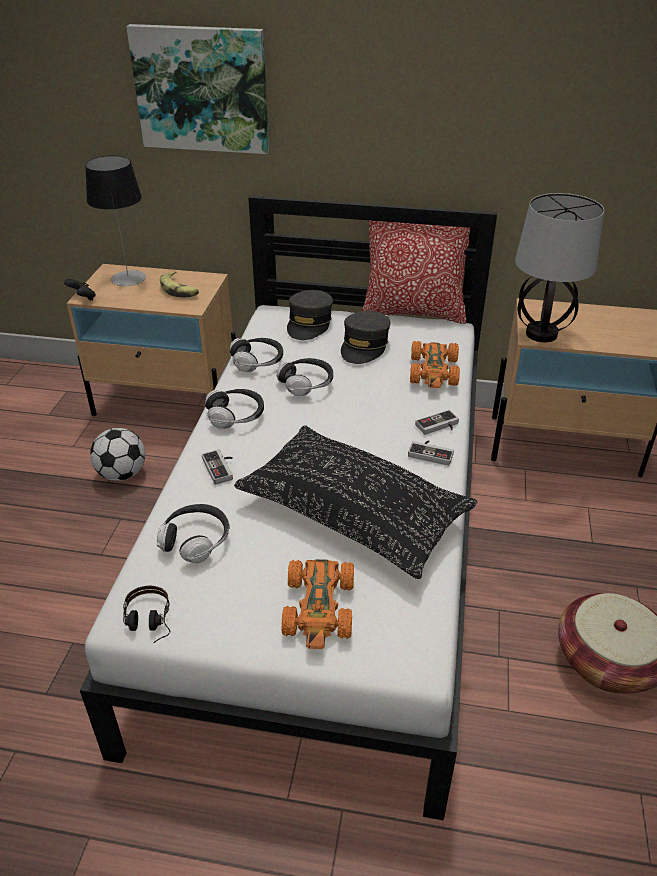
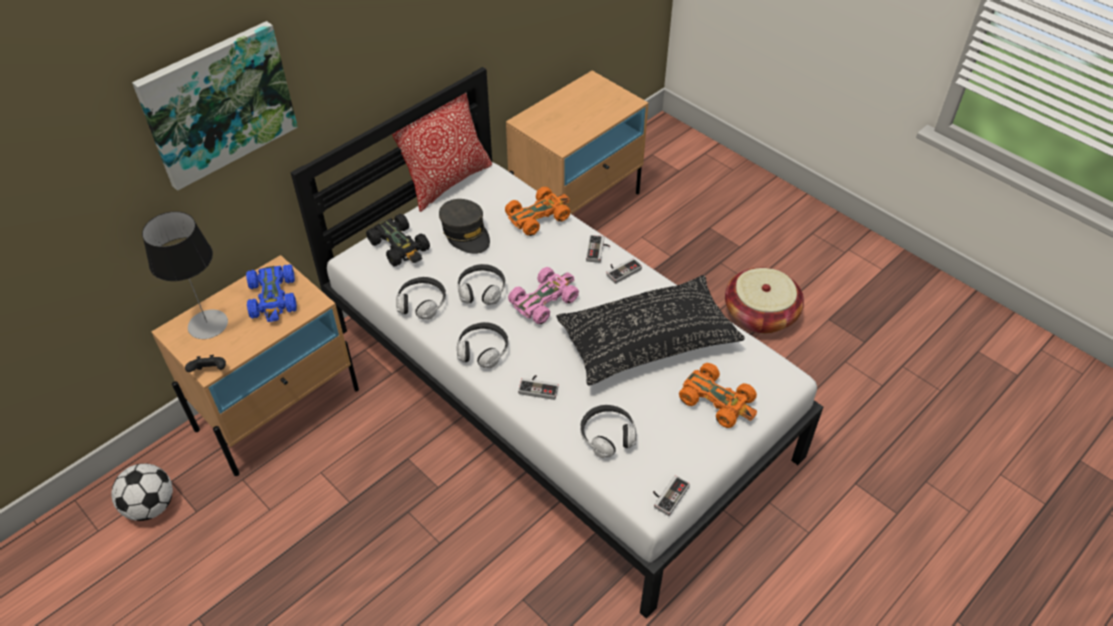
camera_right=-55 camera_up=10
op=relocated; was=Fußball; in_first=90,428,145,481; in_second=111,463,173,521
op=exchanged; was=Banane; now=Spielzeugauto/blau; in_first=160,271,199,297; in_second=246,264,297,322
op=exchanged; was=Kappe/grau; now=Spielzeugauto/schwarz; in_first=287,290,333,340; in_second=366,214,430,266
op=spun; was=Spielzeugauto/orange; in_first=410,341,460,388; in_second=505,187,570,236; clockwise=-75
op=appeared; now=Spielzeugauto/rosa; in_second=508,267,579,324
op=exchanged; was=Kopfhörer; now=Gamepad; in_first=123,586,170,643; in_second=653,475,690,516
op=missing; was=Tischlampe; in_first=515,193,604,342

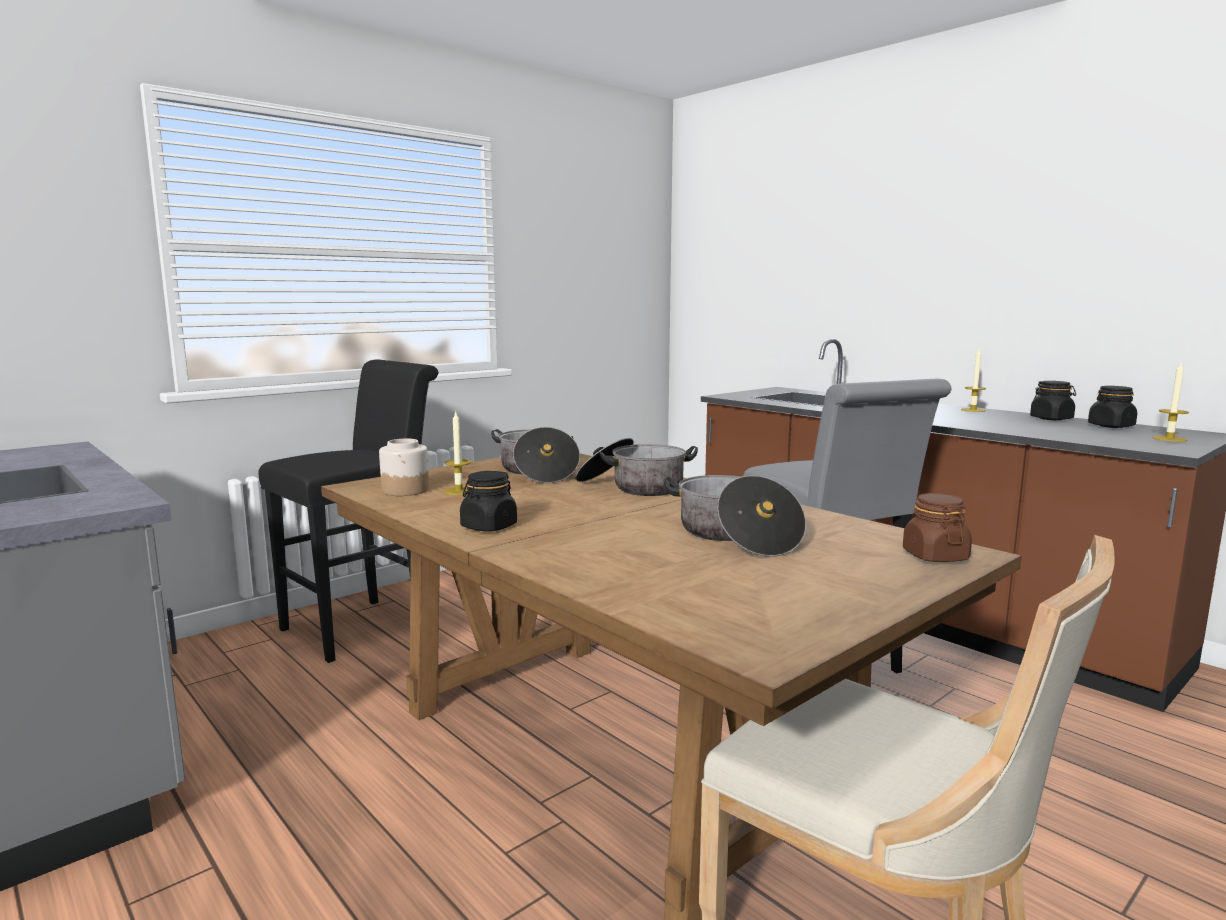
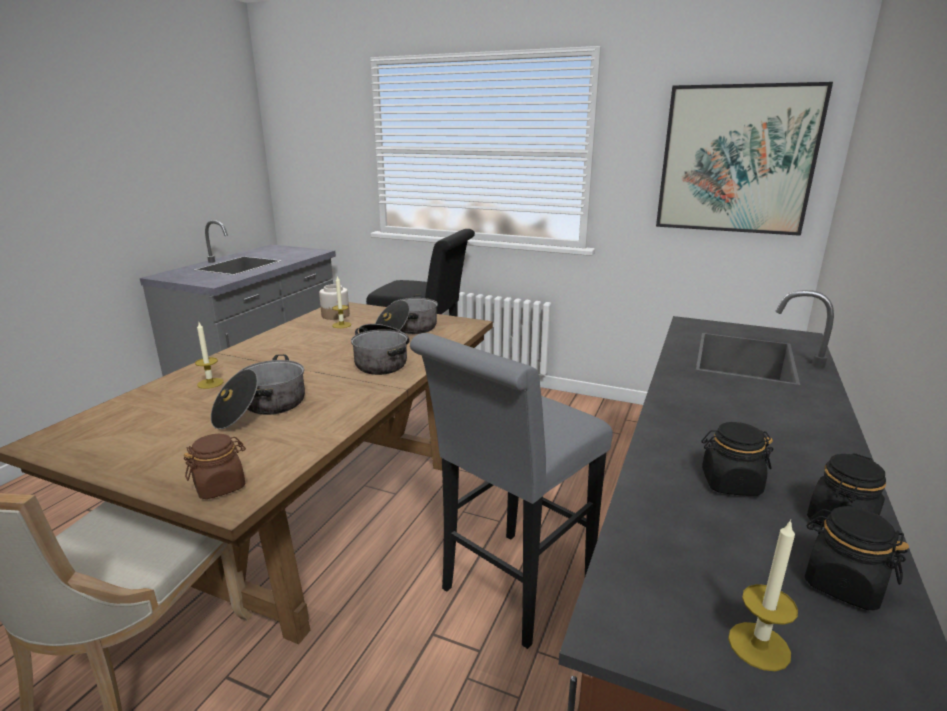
camera_right=65 camera_up=10
op=relocated; was=Kerze; in_first=961,349,986,412; in_second=195,322,223,389
op=appeared; now=Bild; in_second=656,82,833,236
op=relocated; was=Vorratsglas/schwarz; in_first=460,471,517,532; in_second=701,422,774,496

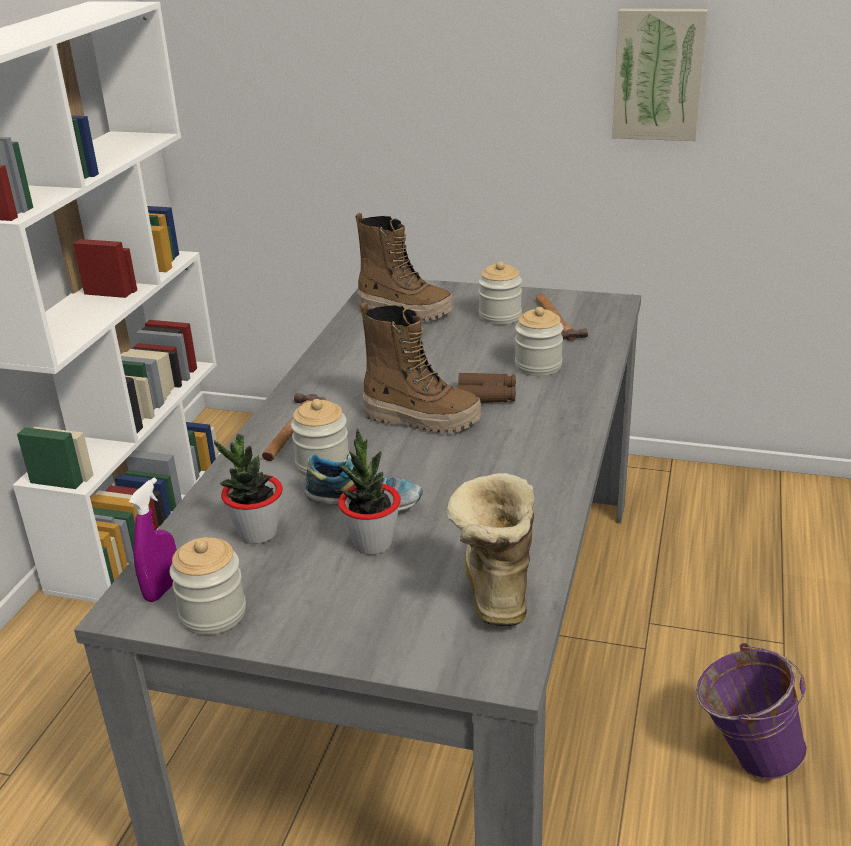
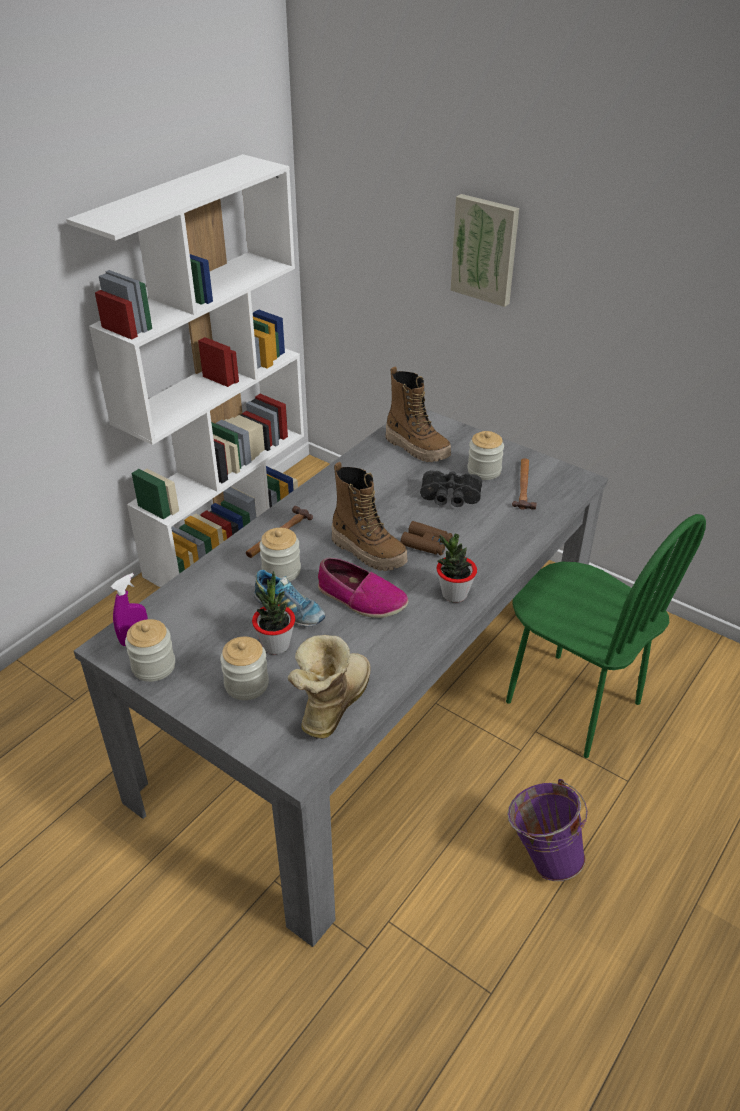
camera_right=20 camera_up=10
op=relocated; was=Vorratsglas; in_first=515,307,563,376; in_second=220,637,269,700
op=appeared; now=Schuh; in_second=318,558,409,618
op=appeared; now=Fernglas/schwarz; in_second=420,471,482,507
op=relocated; was=Topfpflanze; in_first=214,434,283,544; in_second=436,533,477,602
op=relocated; was=Bild; in_first=612,9,708,141; in_second=451,194,519,307
op=appeared; now=Stuhl/grün; in_second=506,514,706,758

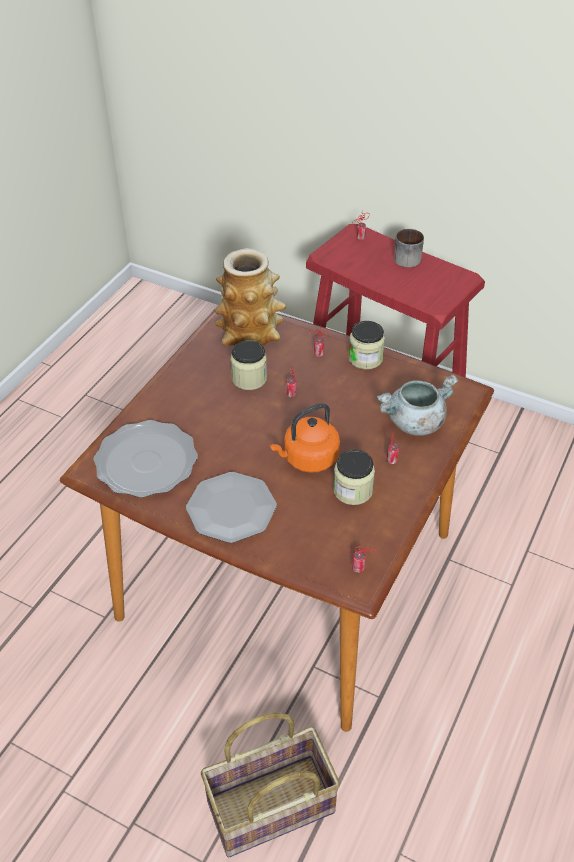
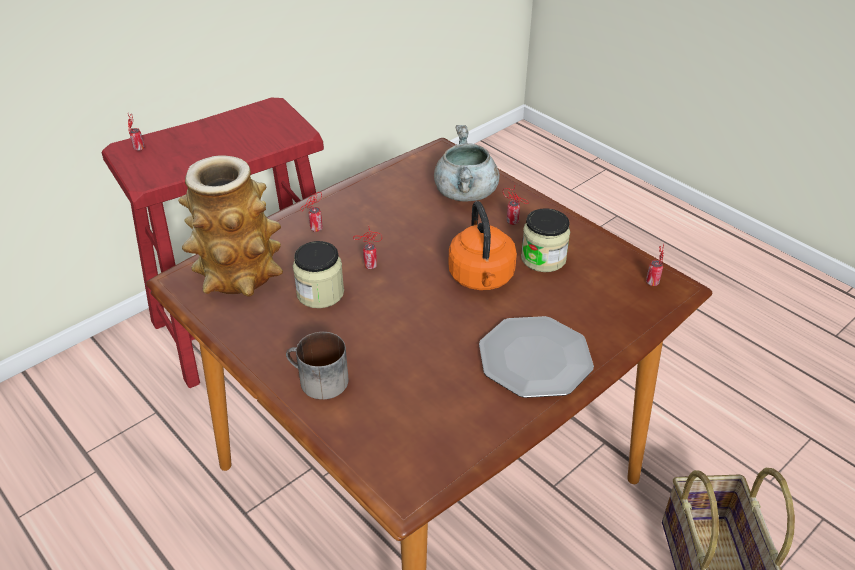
camera_right=-70 camera_up=-5
op=relocated; was=Henkelbecher; in_first=394,229,424,267; in_second=286,332,348,400
op=missing; was=Teller; in_first=93,420,198,498
op=missing; was=Vorratsglas; in_first=348,321,385,369

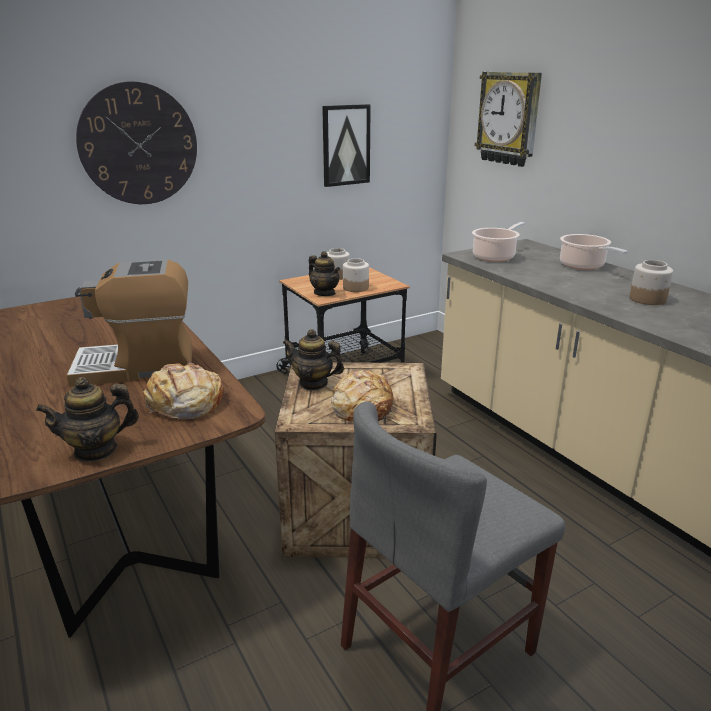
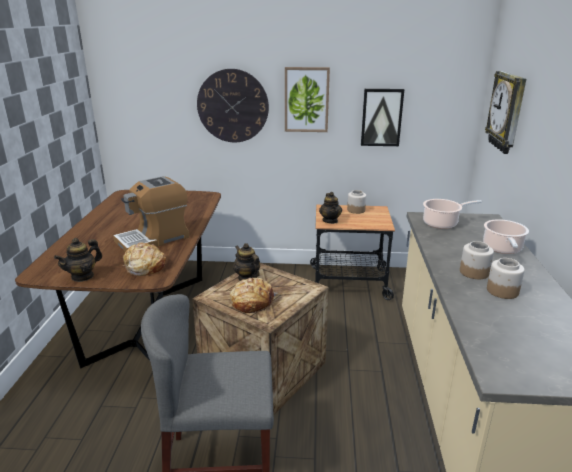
camera_right=35 camera_up=0
op=spun; was=Teekanne; in_first=36,377,139,462; in_second=54,238,102,282; clockwise=-60
op=spun; was=Kaffeemaschine; in_first=66,260,192,387; in_second=113,176,189,252; clockwise=-60
op=appeared; now=Bild; in_second=285,67,330,132
op=relocated; was=Vorratsglas; in_first=343,258,369,292; in_second=460,241,494,279

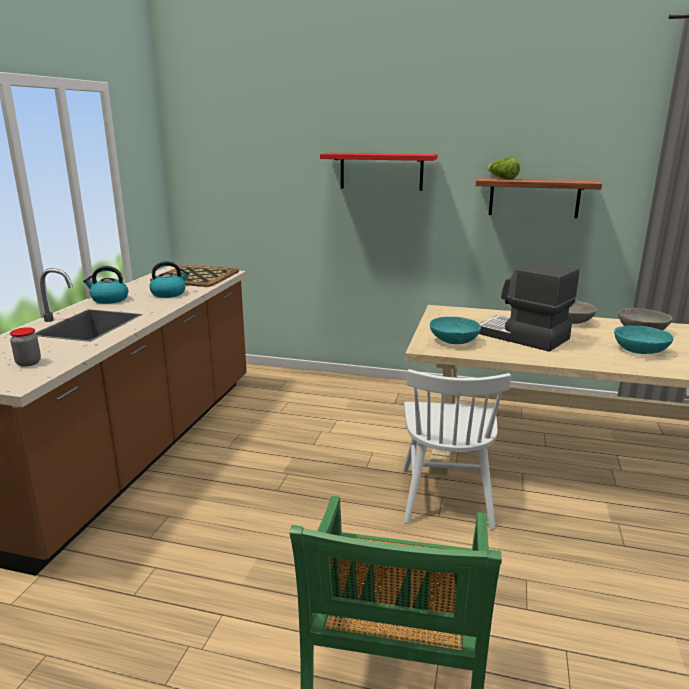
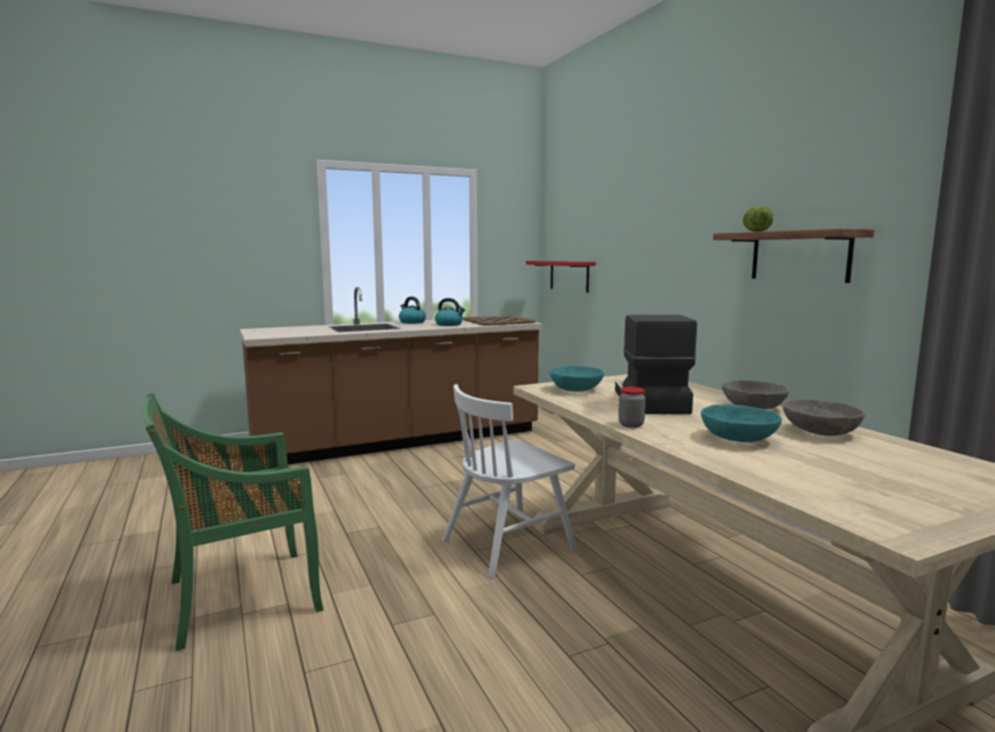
camera_right=50 camera_up=-10
op=relocated; was=Wandregal/rot; in_first=320,153,438,191; in_second=526,261,596,293
op=relocated; was=Vorratsglas; in_first=10,327,41,366; in_second=618,387,646,428

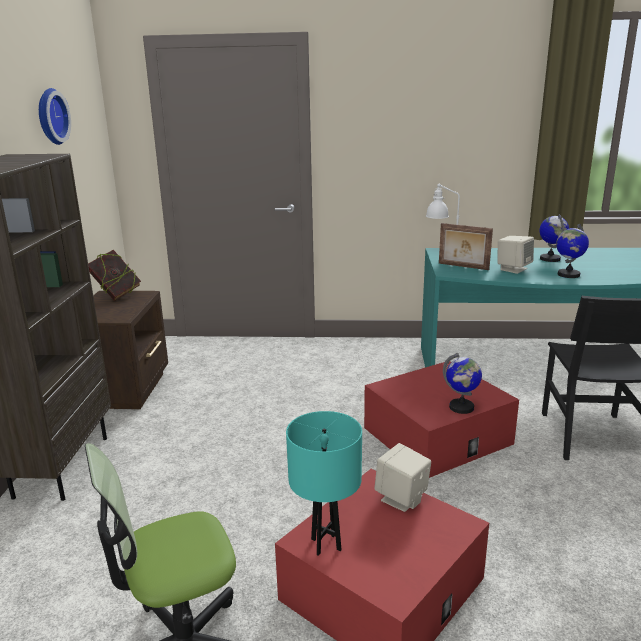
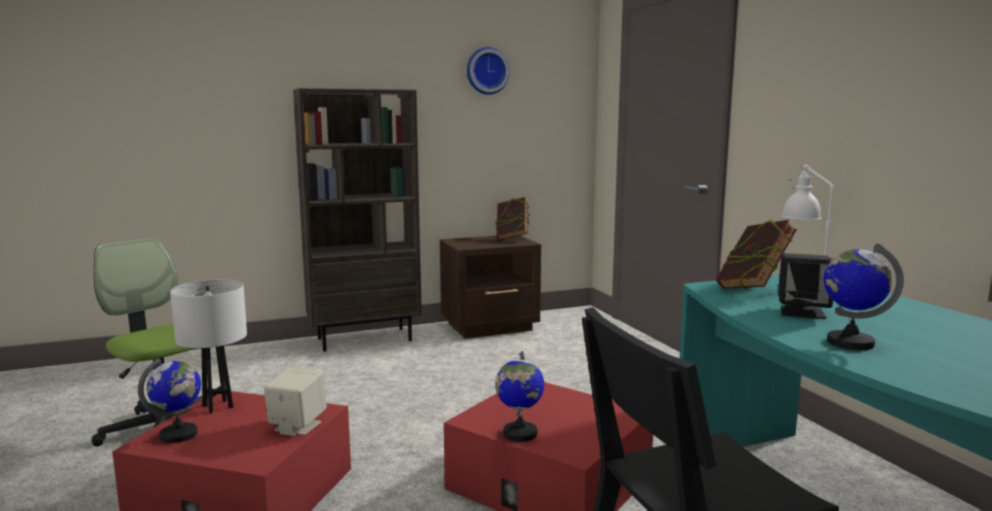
camera_right=65 camera_up=-10
op=relocated; was=Globus; in_first=539,214,569,262; in_second=138,358,201,443
op=colour; was=Tischlampe/türkis; now=Tischlampe/weiß; in_first=286,411,362,556; in_second=170,280,247,414
op=exchanged; was=Bilderrahmen; now=Buch; in_first=439,223,493,270; in_second=715,219,797,290
op=colour; was=Lautsprecher/beige; now=Lautsprecher/schwarz; in_first=497,236,534,274; in_second=778,253,833,319

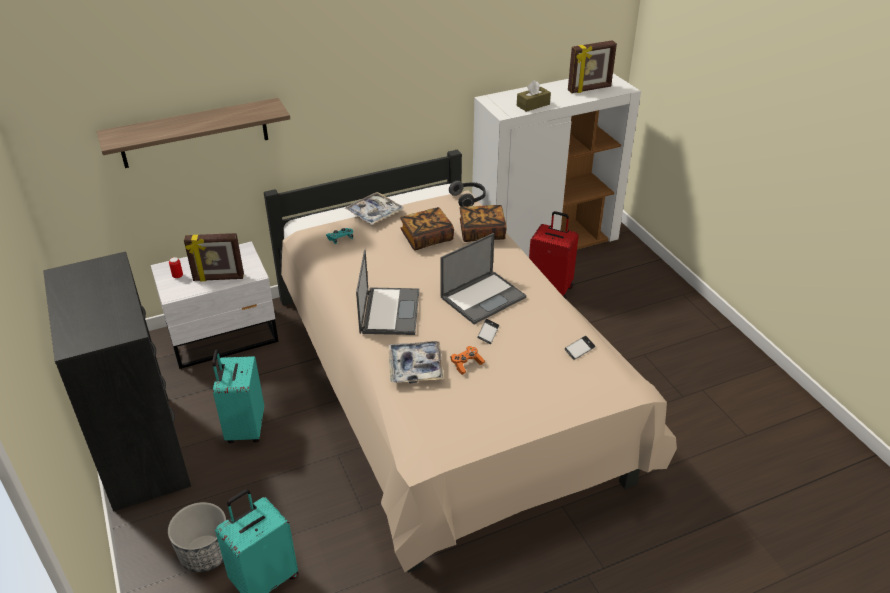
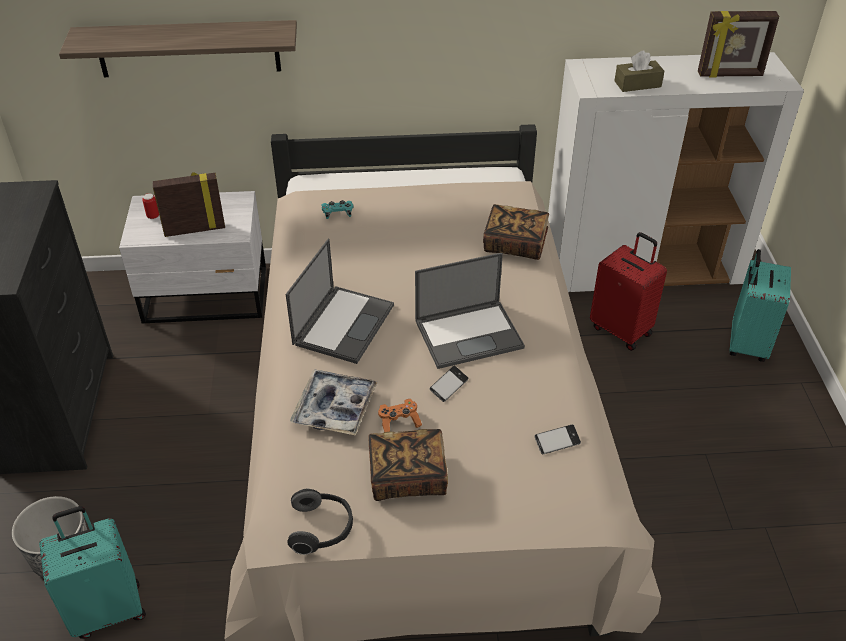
camera_right=20 camera_up=5
op=spun; was=Bilderrahmen; in_first=184,233,244,281; in_second=152,172,225,237; clockwise=150
op=relocated; was=Kopfhörer; in_first=449,180,486,207; in_second=287,489,353,555
op=relocated; was=Buch; in_first=400,207,454,250; in_second=368,429,448,501
op=relocated; was=Koffer/türkis; in_first=212,349,264,443; in_second=730,249,791,362
op=missing; was=Tablett; in_first=344,192,404,225

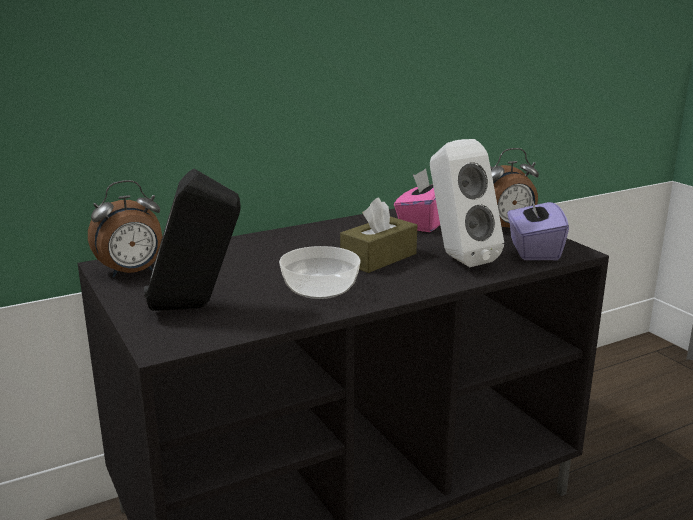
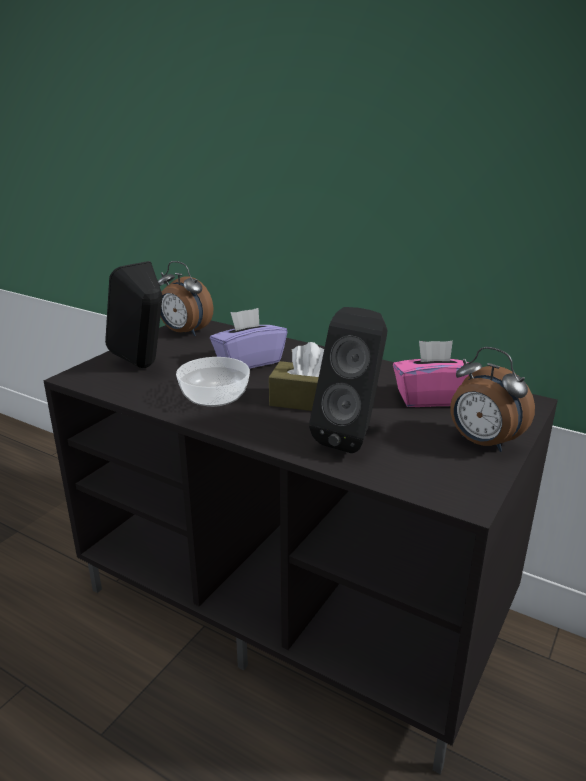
camera_right=60 camera_up=5
op=relocated; was=Taschentuchbox/lila; in_first=507,192,569,260; in_second=210,308,287,369
op=colour; was=Lautsprecher/weiß; now=Lautsprecher/schwarz; in_first=430,139,504,267; in_second=309,307,388,453

